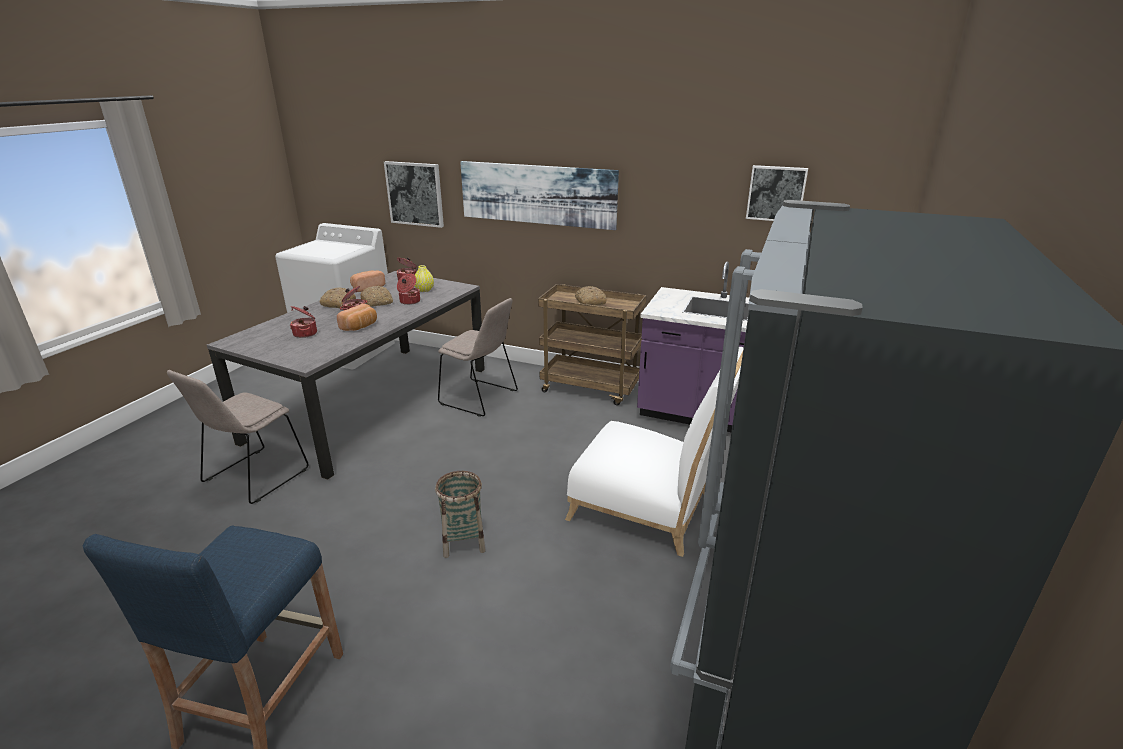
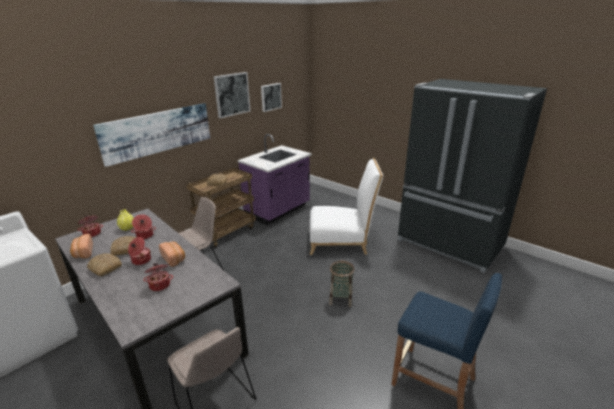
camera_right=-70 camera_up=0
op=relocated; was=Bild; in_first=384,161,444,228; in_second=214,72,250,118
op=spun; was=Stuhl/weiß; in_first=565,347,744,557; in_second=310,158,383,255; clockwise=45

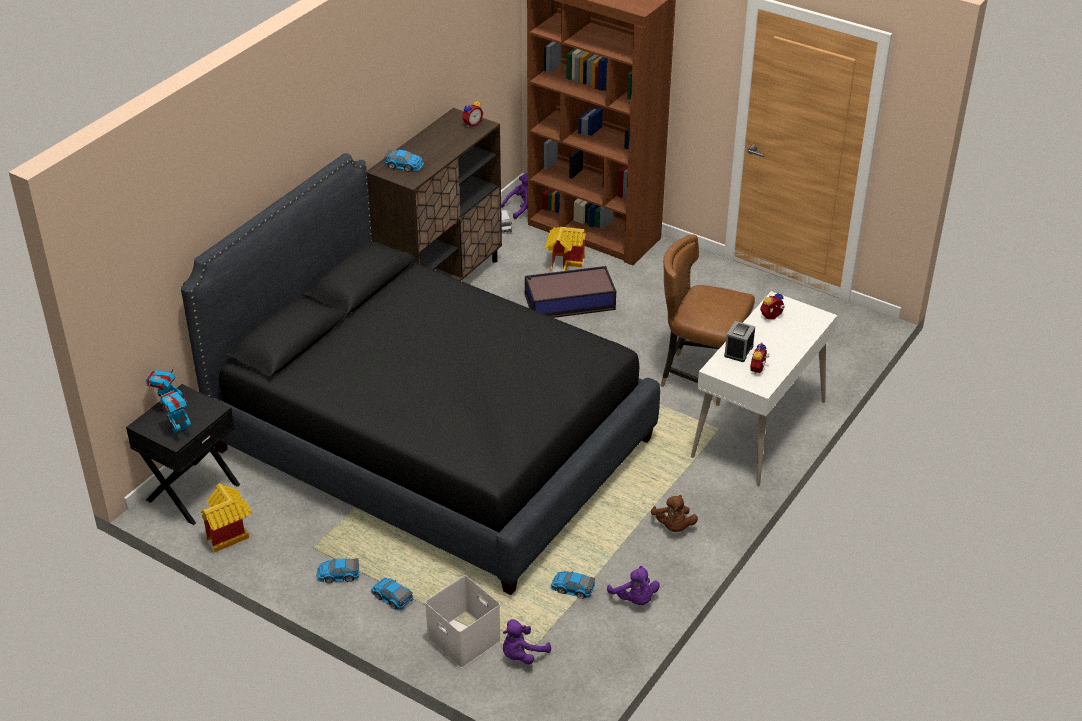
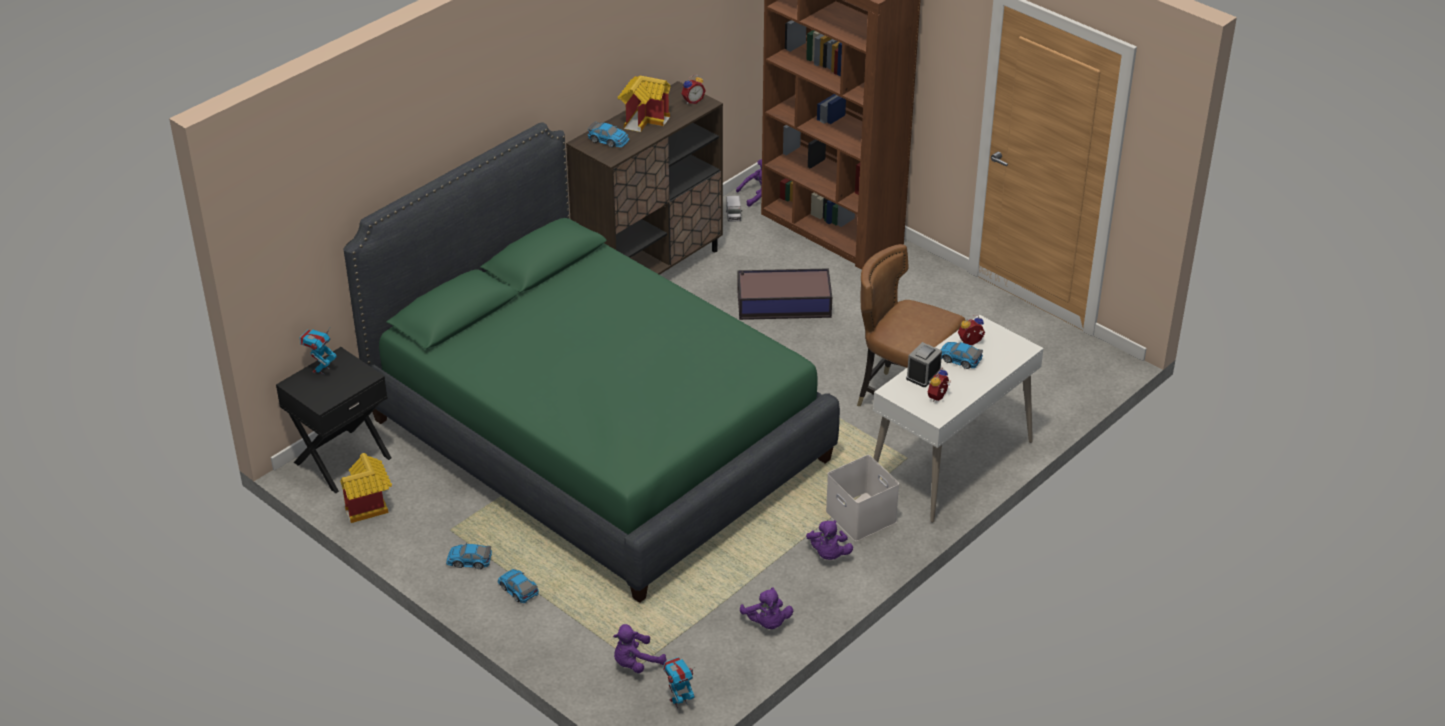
camera_right=10 camera_up=0
op=colour; was=Bett/schwarz; now=Bett/grün; in_first=181,153,660,595; in_second=344,122,840,603
op=relocated; was=Spielzeughaus; in_first=545,227,586,273; in_second=618,76,671,132
op=relocated; was=Spielzeugroboter; in_first=160,391,191,437; in_second=663,657,695,708
op=colour; was=Plüschtier/braun; now=Plüschtier/lila; in_first=651,495,698,532; in_second=806,520,853,560
op=relocated; was=Aufbewahrungsbox/weiß; in_first=425,575,500,668; in_second=826,455,899,542
op=relocated; was=Spielzeugauto; in_first=550,571,595,599; in_second=941,342,983,369

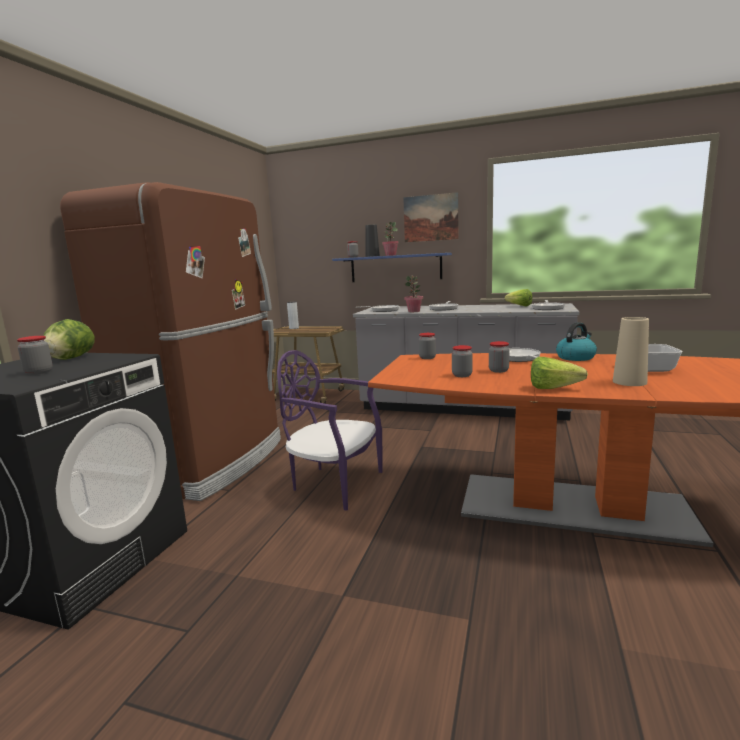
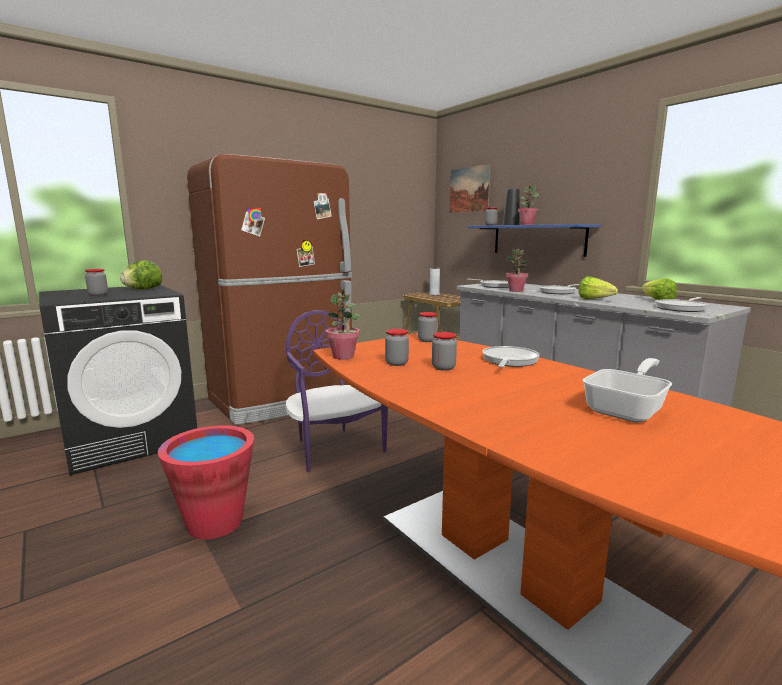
camera_right=35 camera_up=0
op=appeared; now=Eimer/rot; in_second=158,425,254,539
op=appeared; now=Topfpflanze; in_second=326,293,360,360
op=relocated; was=Bild; in_first=403,192,459,242; in_second=450,164,491,213
op=relocated; was=Salatkopf; in_first=531,357,588,389; in_second=578,276,618,299
op=missing; was=Wasserkessel; in_first=556,322,597,361
op=missing; was=Vase/beige; in_first=613,317,649,386

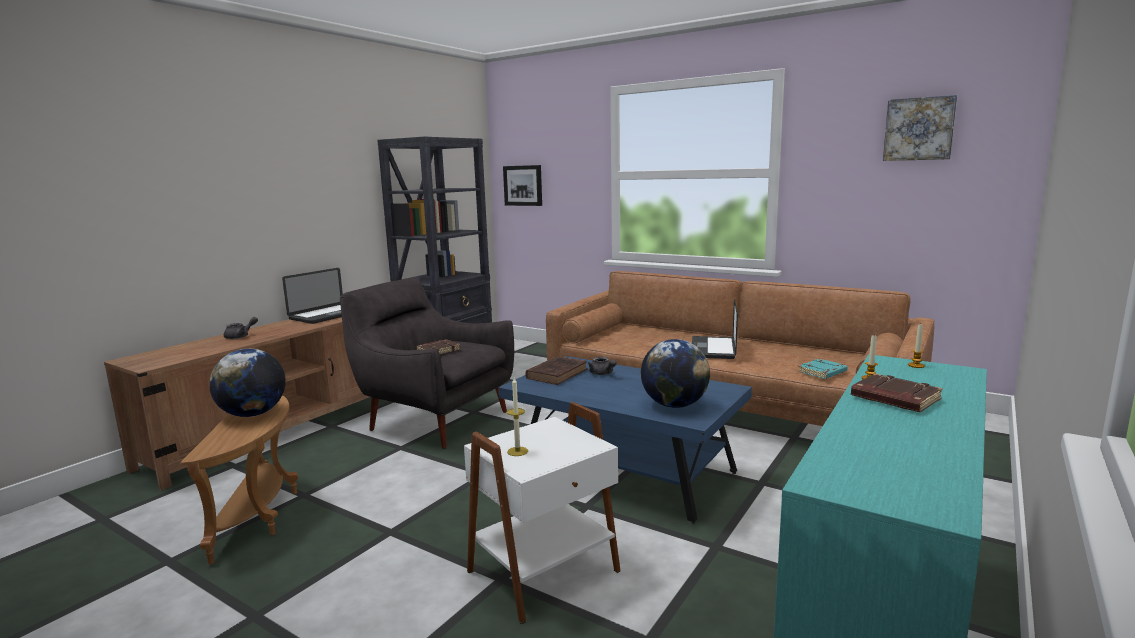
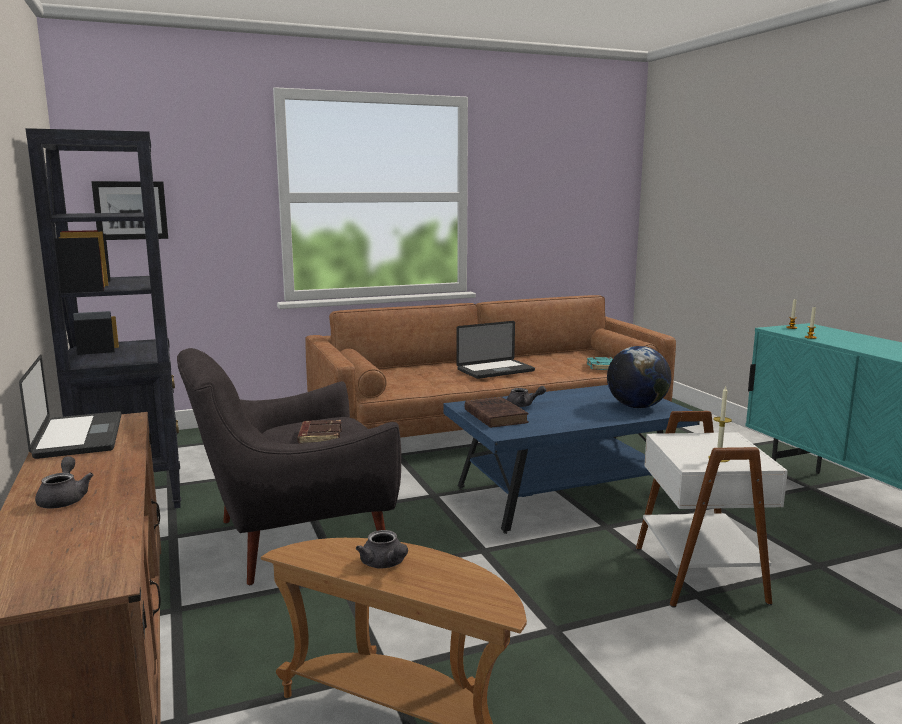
camera_right=-55 camera_up=0
op=exchanged; was=Globus; now=Teekanne/grau; in_first=209,349,286,417; in_second=356,530,408,569
op=spun; was=Laptop; in_first=692,299,738,359; in_second=456,321,535,379; clockwise=-75
op=missing; was=Buch/braun; in_first=851,373,943,412
op=missing; was=Bild; in_first=883,95,957,161

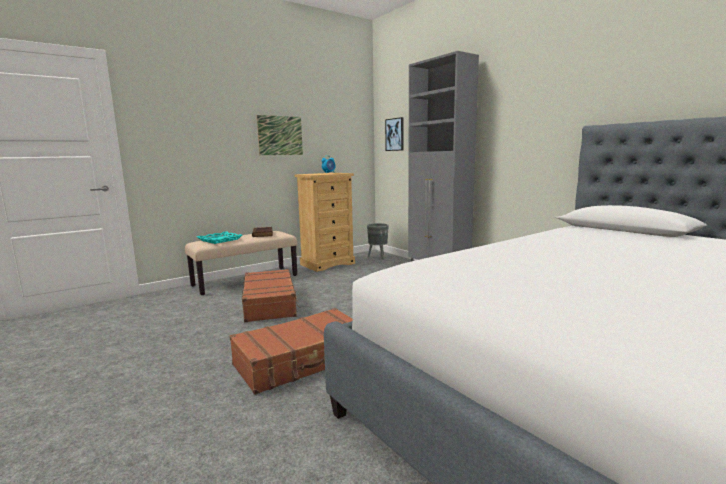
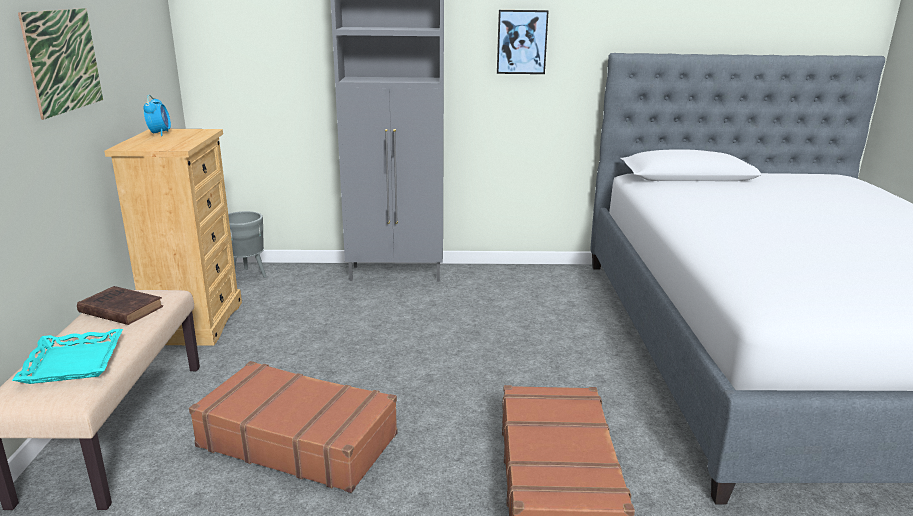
camera_right=-55 camera_up=10
op=relocated; was=Bild; in_first=385,117,404,151; in_second=497,10,549,74

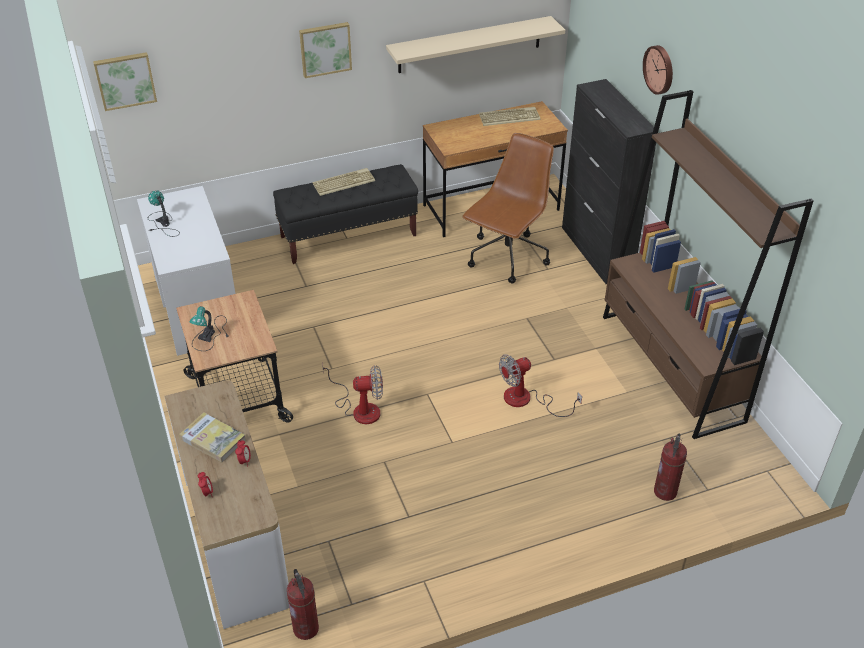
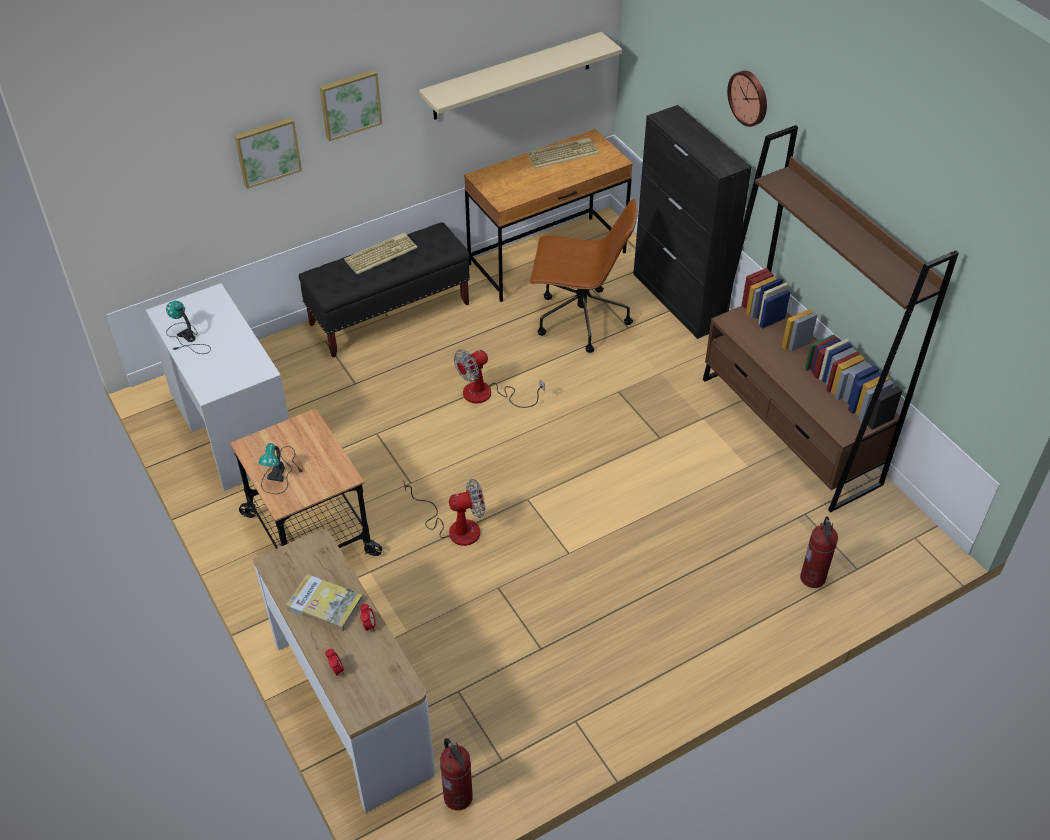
camera_right=-10 camera_up=5
op=relocated; was=Bild; in_first=93,52,157,111; in_second=234,117,302,189
op=relocated; was=Ventilator; in_first=499,354,582,417; in_second=454,349,545,408
op=spun; was=Bürostuhl/braun; in_first=462,133,554,284; in_second=530,198,638,353; clockwise=75

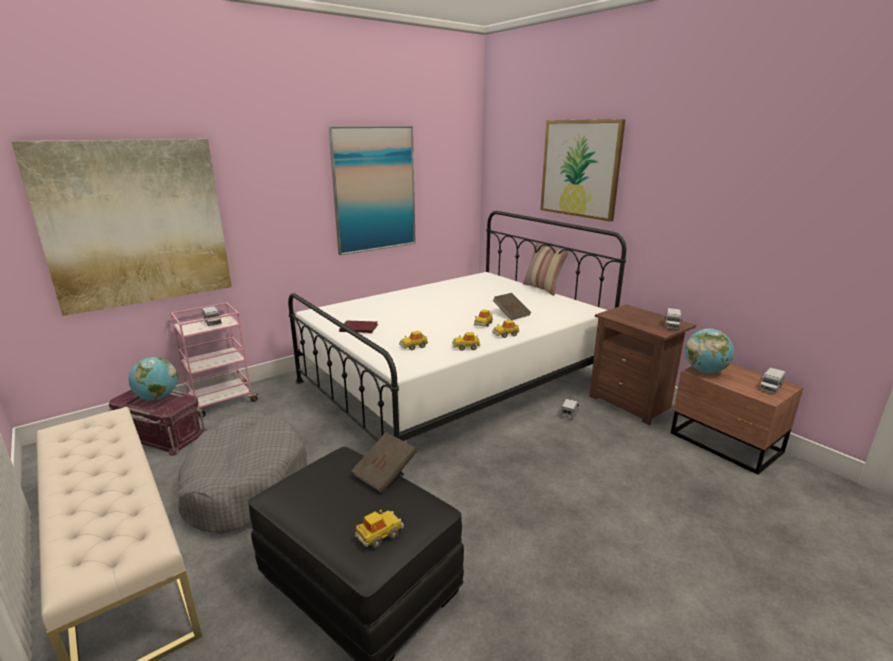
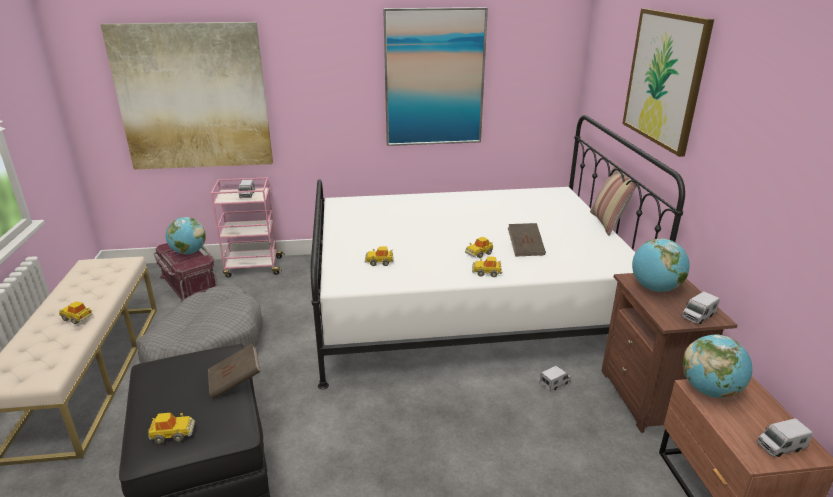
camera_right=30 camera_up=5
op=relocated; was=Spielzeugauto; in_first=452,332,481,351; in_second=59,302,93,324
op=appeared; now=Globus; in_second=632,238,690,292
op=missing; was=Buch/rot; in_first=339,321,378,333

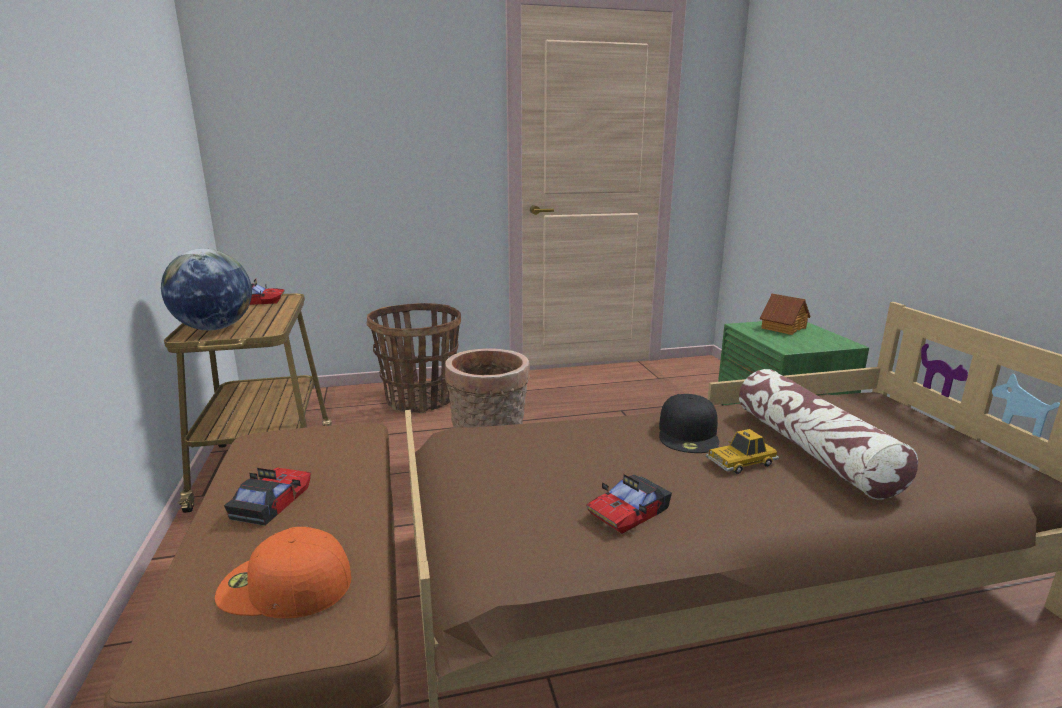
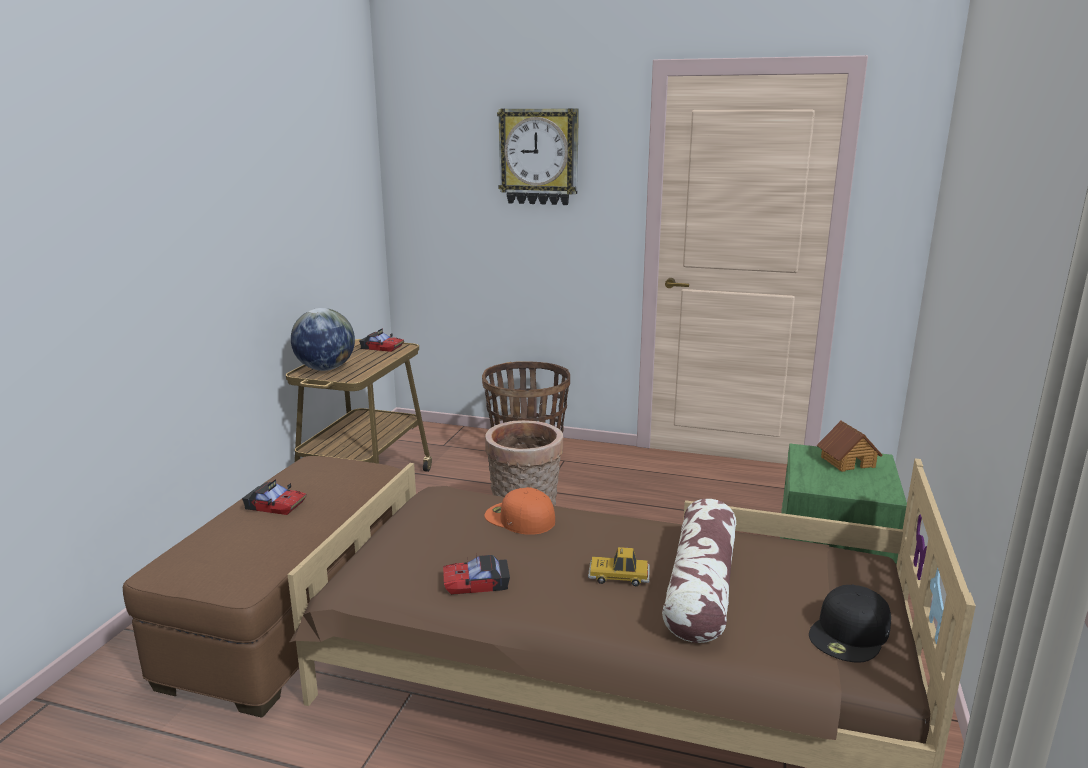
camera_right=30 camera_up=0
op=spun; was=Spielzeugauto; in_first=224,467,311,526; in_second=242,479,306,515; clockwise=60
op=relocated; was=Kappe/orange; in_first=215,527,351,618; in_second=484,487,555,535
op=appeared; now=Wanduhr; in_second=497,108,579,205
op=relocated; was=Kappe/schwarz; in_first=659,394,719,453; in_second=809,585,891,663

